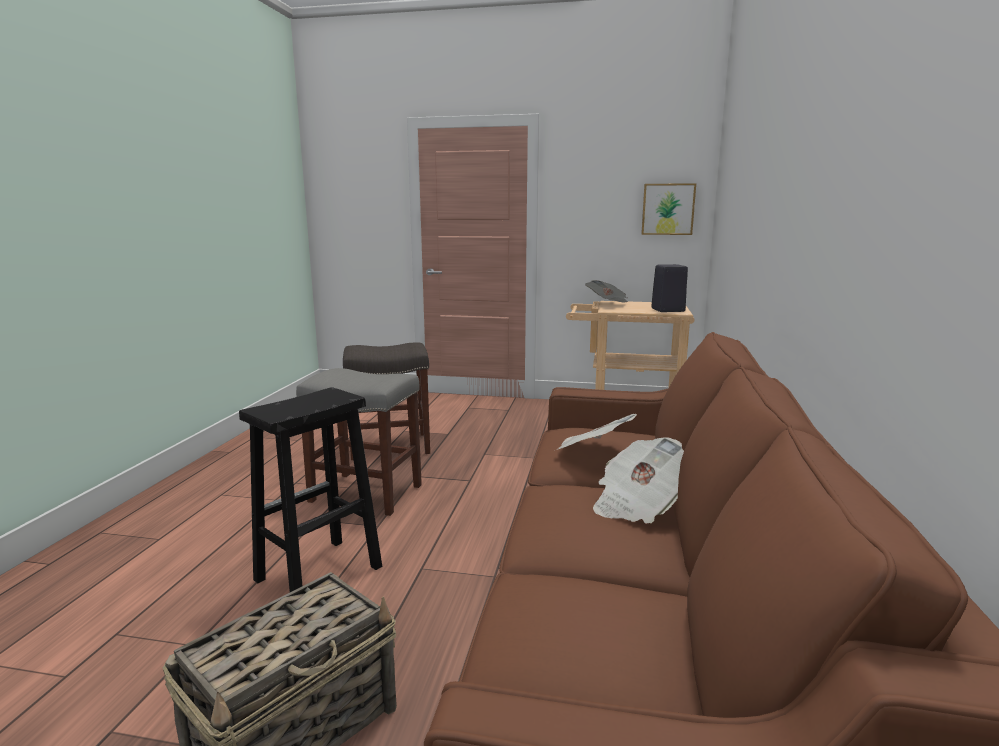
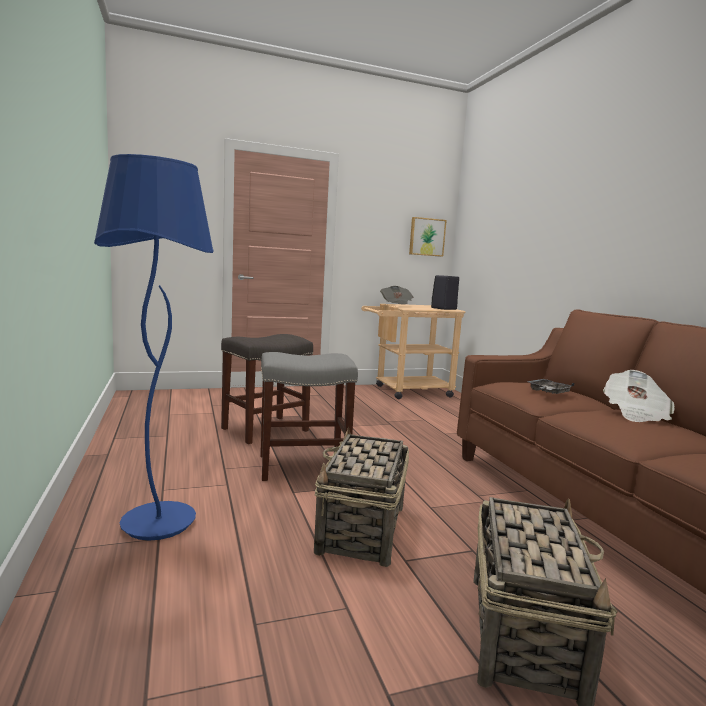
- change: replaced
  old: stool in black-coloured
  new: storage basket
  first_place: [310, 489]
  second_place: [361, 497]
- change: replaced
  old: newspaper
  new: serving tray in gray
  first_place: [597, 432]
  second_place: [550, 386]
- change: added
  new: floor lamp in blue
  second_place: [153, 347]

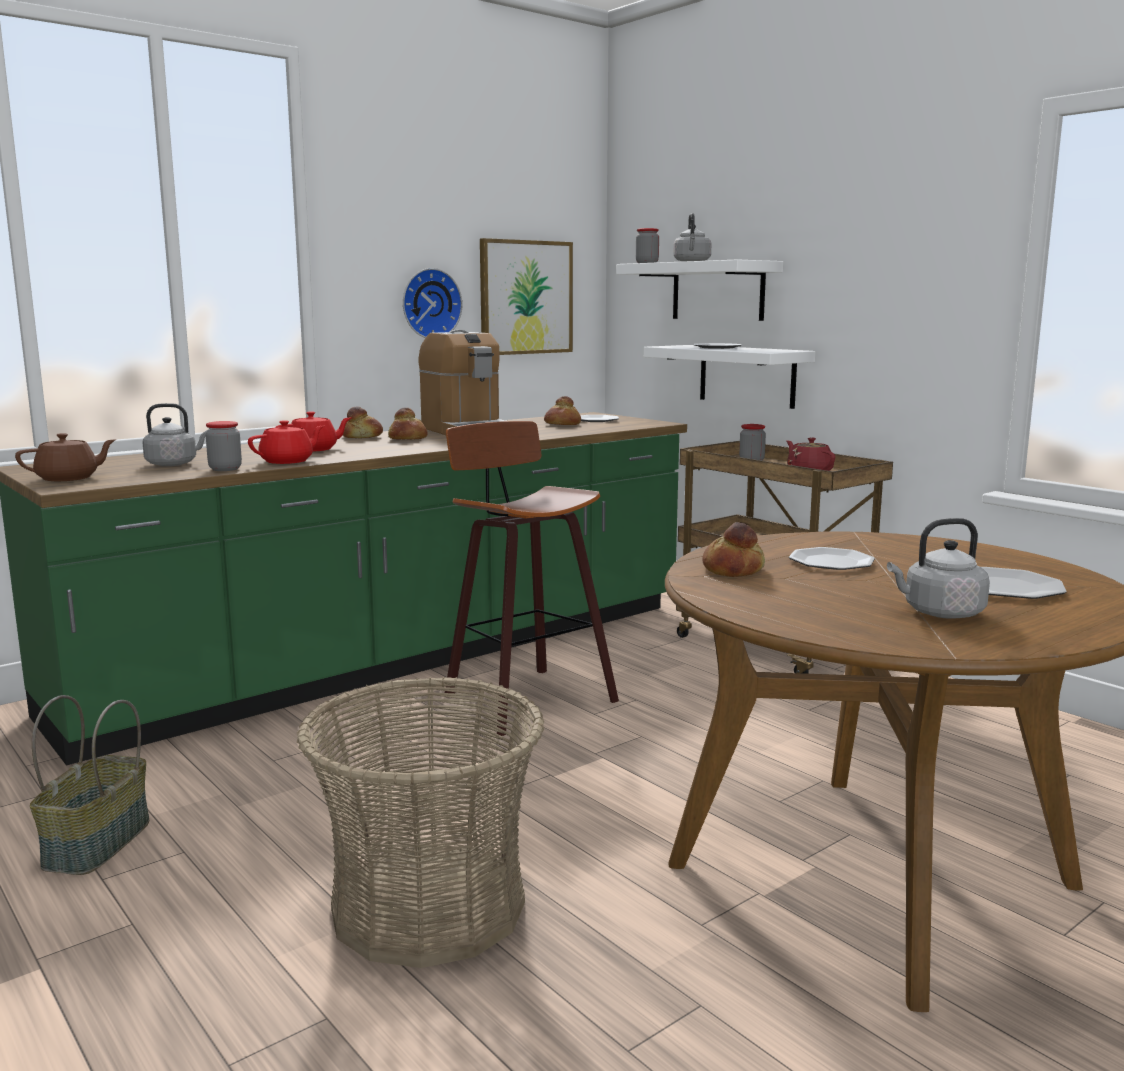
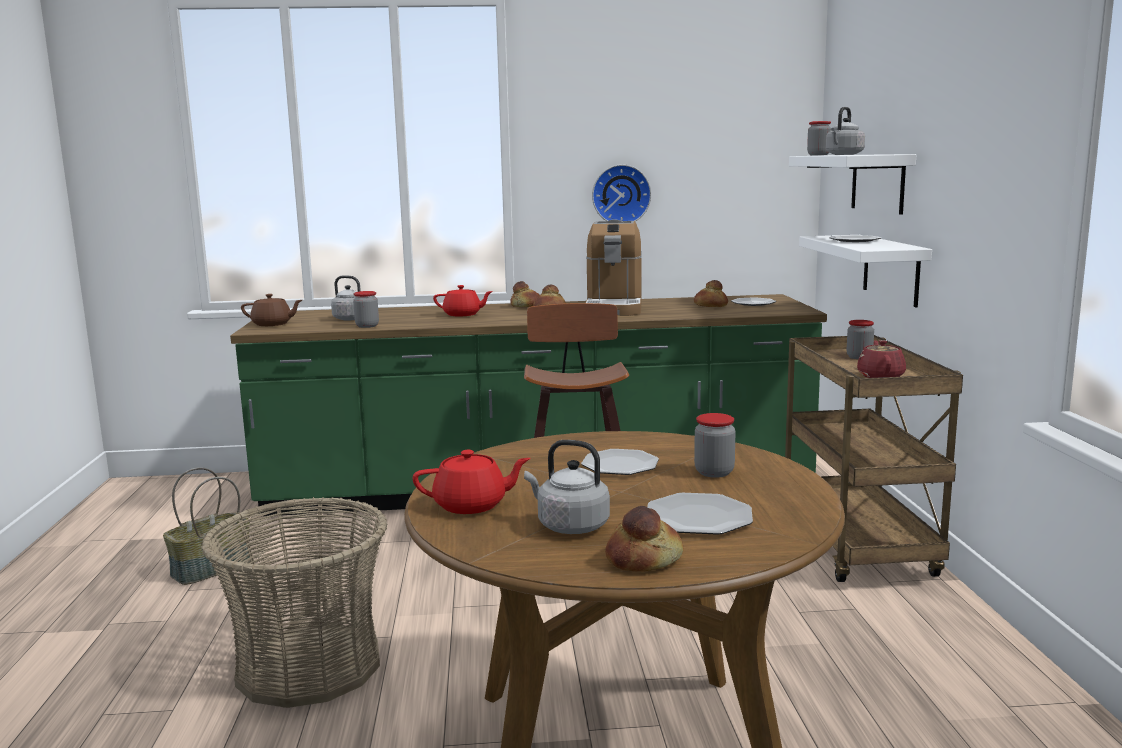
- change: moved
  old: pot for tea in red
  first_place: [286, 442]
  second_place: [471, 482]
- change: removed
  old: wall art
  first_place: [526, 296]
- change: moved
  old: bakery bread
  first_place: [733, 549]
  second_place: [644, 539]
- change: added
  new: preserve jar
  second_place: [715, 445]

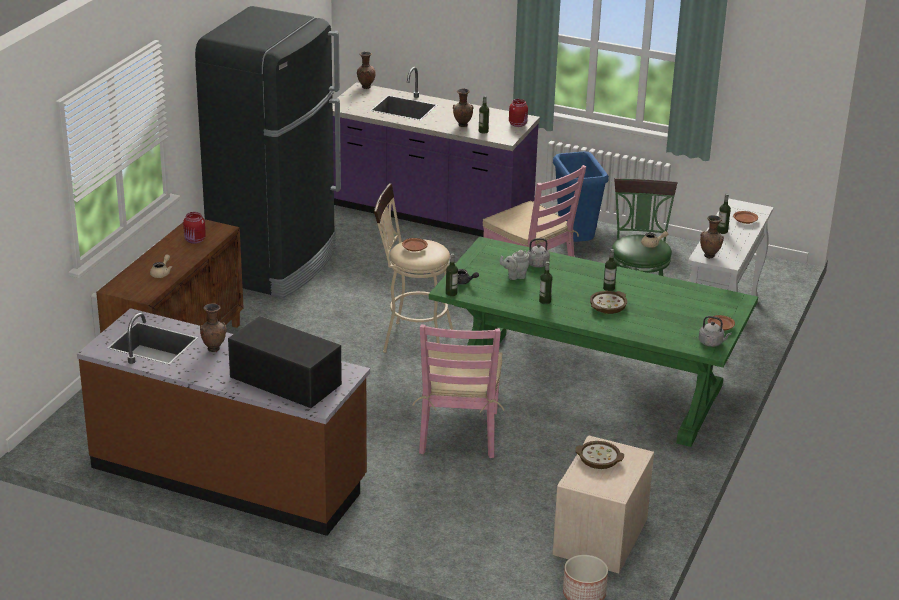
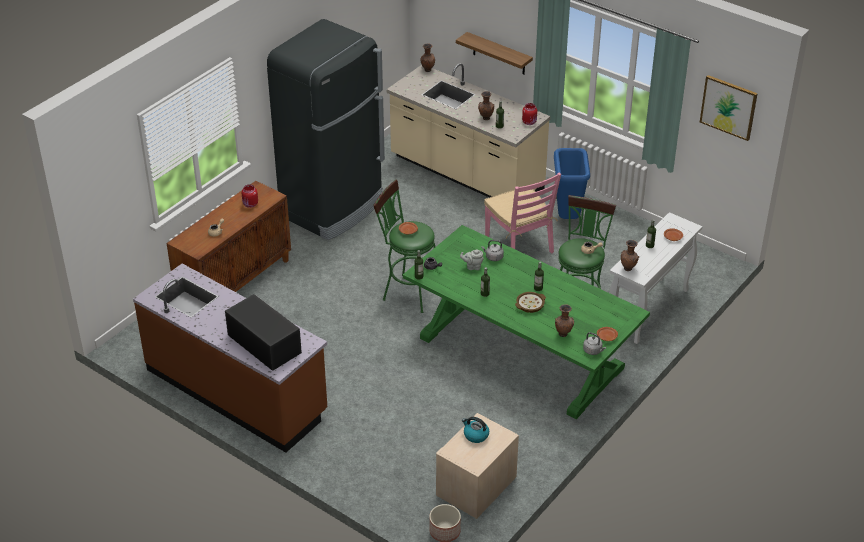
- change: moved
  old: vase in brown
  first_place: [213, 327]
  second_place: [564, 320]
- change: recoloured
  old: counter in purple
  new: counter in beige
  first_place: [436, 152]
  second_place: [468, 130]
- change: recoloured
  old: stool in beige
  new: stool in greenish
  first_place: [414, 268]
  second_place: [404, 246]
- change: removed
  old: chair in pink-coloured
  first_place: [458, 391]
- change: replaced
  old: deep dish
  new: water kettle
  first_place: [599, 455]
  second_place: [475, 430]
- change: added
  new: wall shelf
  second_place: [494, 53]
- change: added
  new: wall art
  second_place: [729, 108]

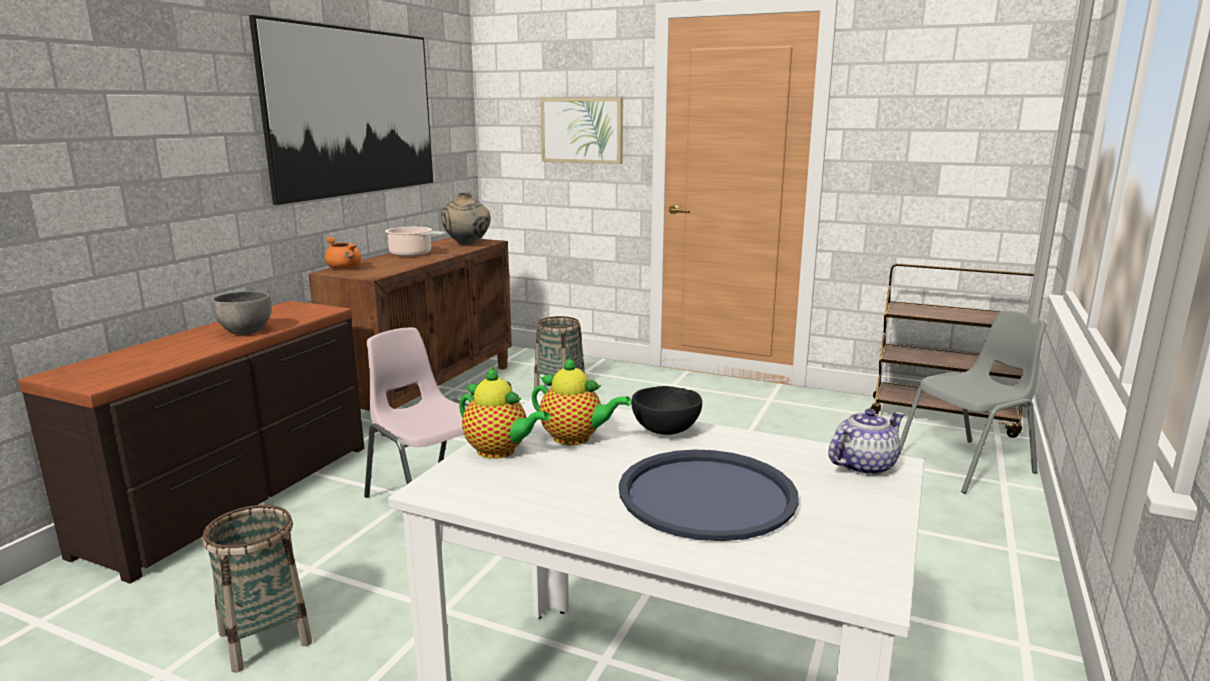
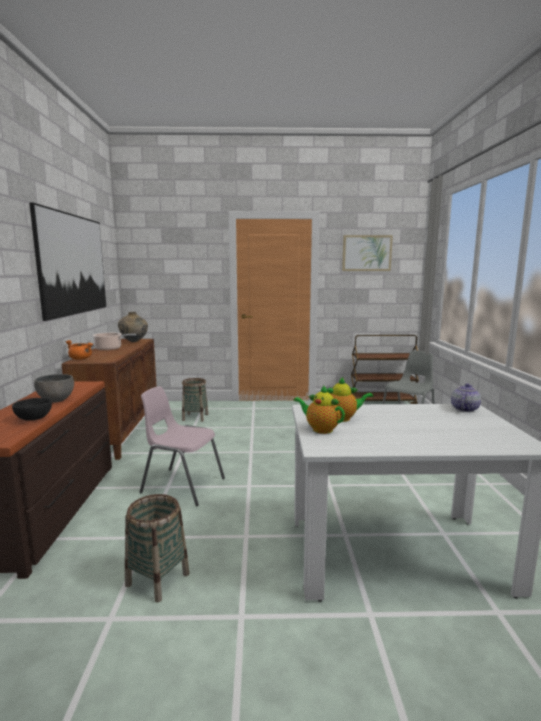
- change: turned
  old: pot for tea
  first_place: [504, 412]
  second_place: [319, 409]
  degrees: -150
- change: moved
  old: wall art
  first_place: [581, 130]
  second_place: [367, 253]
- change: removed
  old: serving tray in blue
  first_place: [709, 495]
- change: moved
  old: deep dish in black-coloured
  first_place: [666, 410]
  second_place: [32, 409]

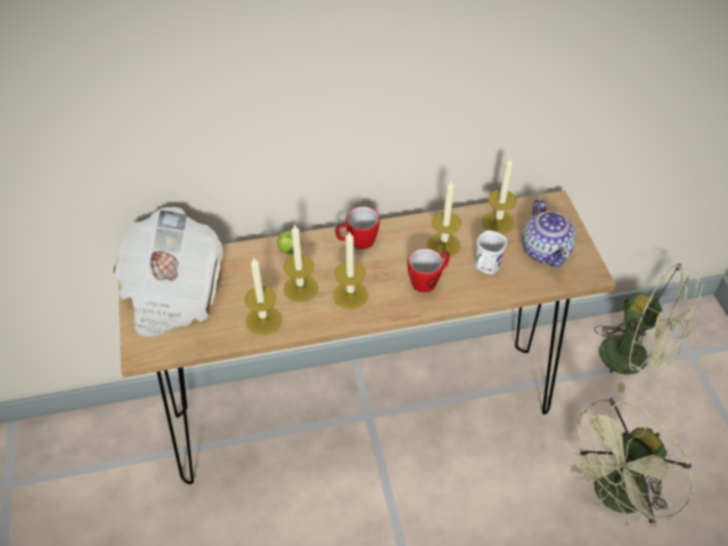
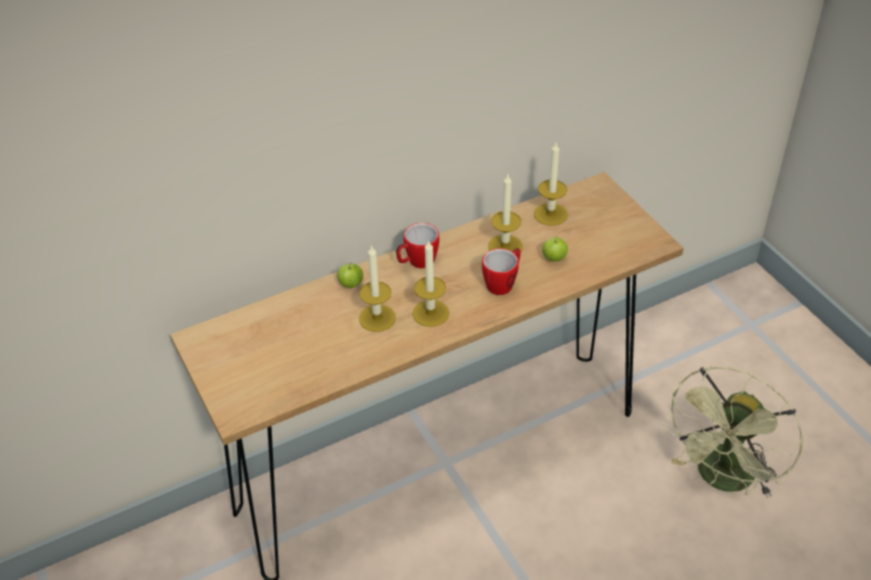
- change: removed
  old: newspaper
  first_place: [168, 272]
- change: removed
  old: wax candle
  first_place: [263, 296]
- change: replaced
  old: tea mug in white
  new: apple fruit
  first_place: [490, 252]
  second_place: [555, 248]
- change: removed
  old: pot for tea
  first_place: [549, 233]
- change: removed
  old: cooling fan in greenish
  first_place: [649, 328]

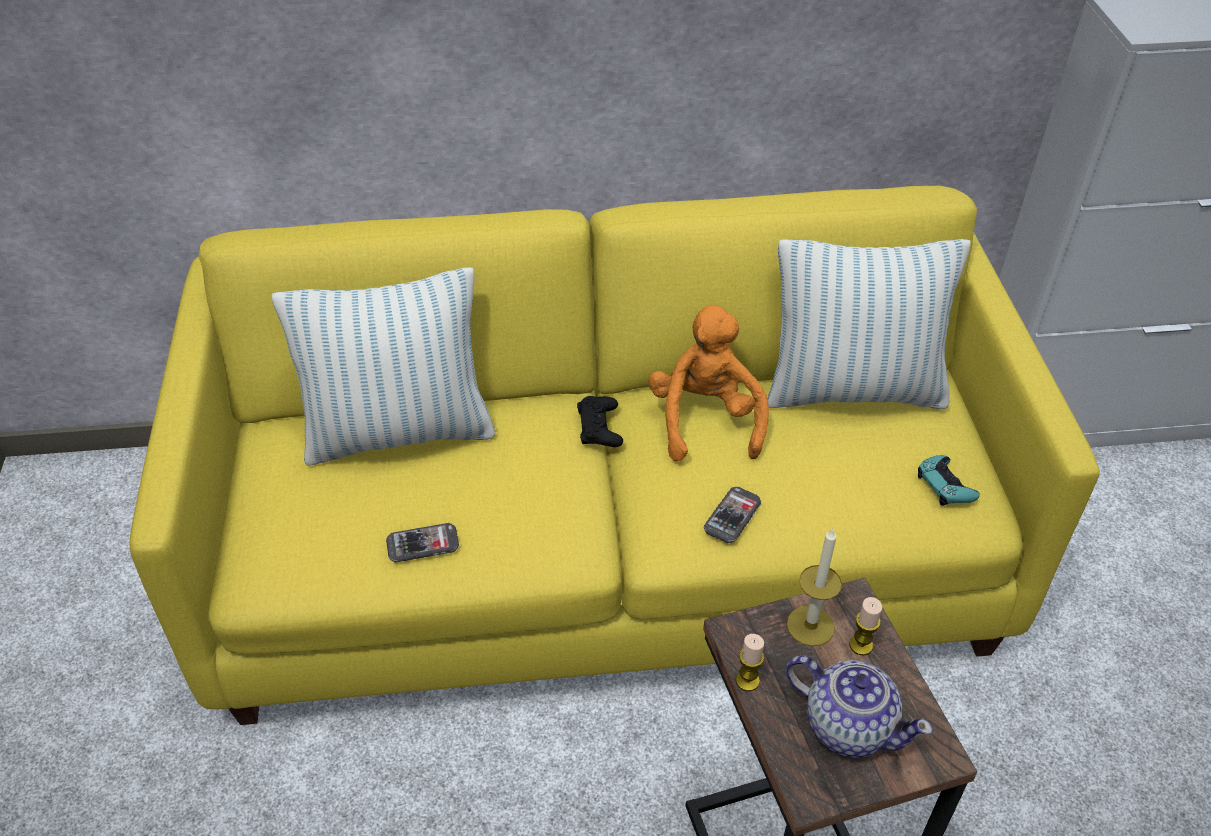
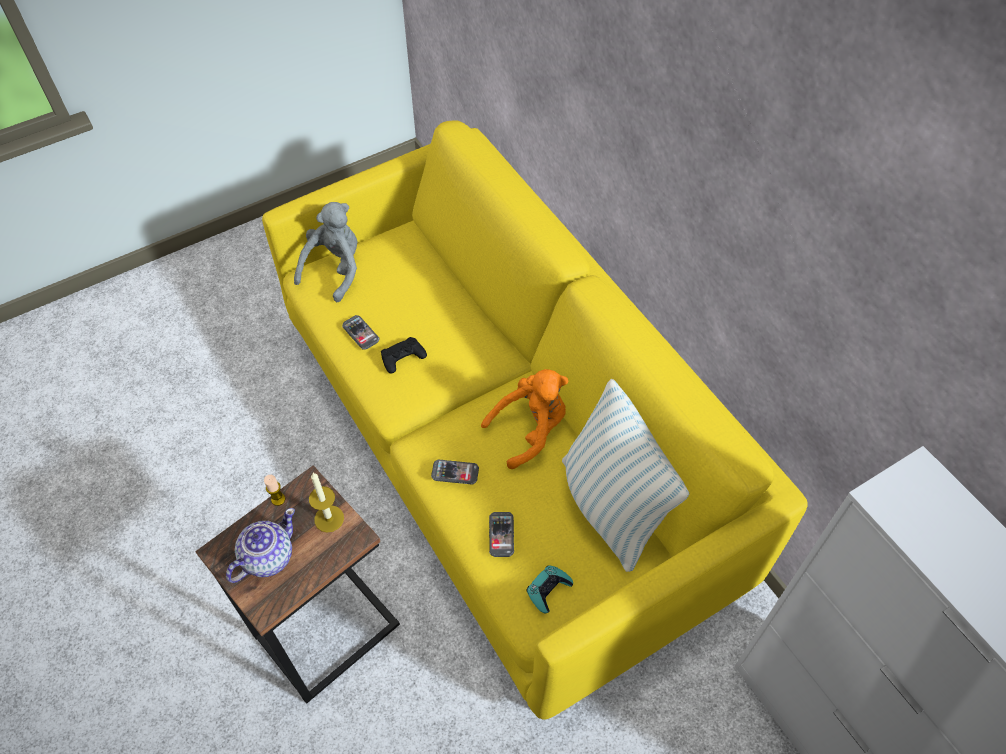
- change: removed
  old: throw pillow
  first_place: [383, 366]
- change: moved
  old: game controller in black-coloured
  first_place: [600, 421]
  second_place: [404, 355]
- change: turned
  old: pot for tea
  first_place: [859, 707]
  second_place: [260, 545]
  degrees: -150
- change: removed
  old: wax candle
  first_place: [865, 626]
- change: added
  new: soft toy in gray
  second_place: [325, 252]
- change: added
  new: telephone
  second_place: [501, 534]

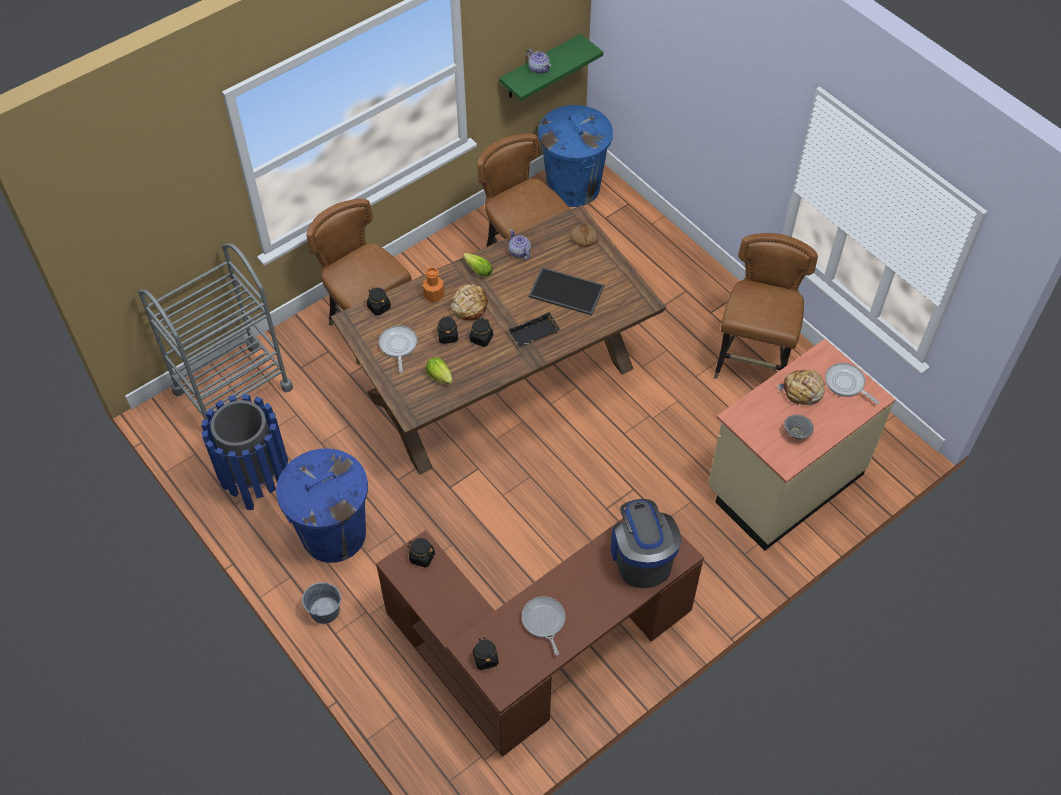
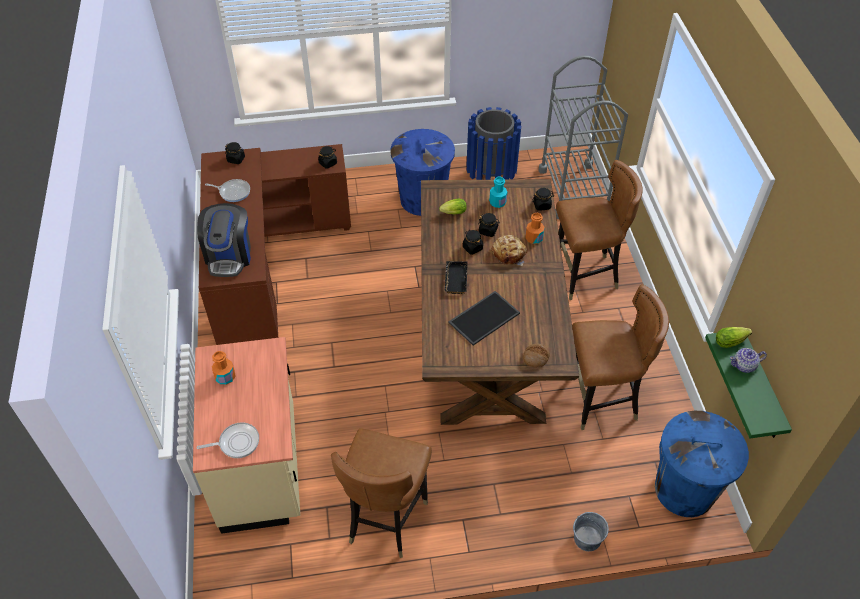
- change: moved
  old: pail in gray
  first_place: [321, 602]
  second_place: [591, 531]
- change: replaced
  old: skillet
  new: beverage bottle in turquoise
  first_place: [398, 349]
  second_place: [498, 192]
- change: moved
  old: head of lettuce
  first_place: [478, 265]
  second_place: [734, 337]
- change: removed
  old: pot for tea
  first_place: [520, 244]
- change: turned
  old: coffee maker
  first_place: [645, 543]
  second_place: [224, 240]
  degrees: 75
- change: turned
  old: chair in brown
  first_place: [766, 306]
  second_place: [381, 493]
  degrees: 60
- change: removed
  old: bakery bread
  first_place: [801, 388]
- change: replaced
  old: deep dish in gray
  new: beverage bottle in orange
  first_place: [799, 427]
  second_place: [224, 368]

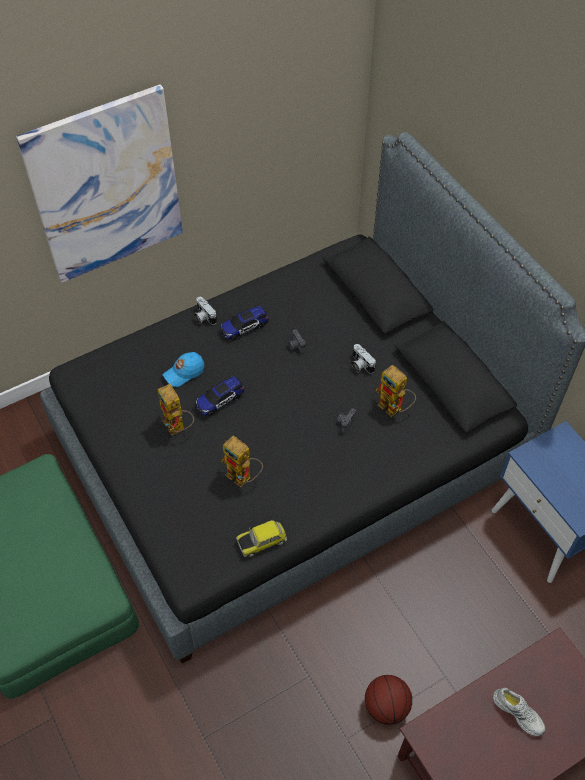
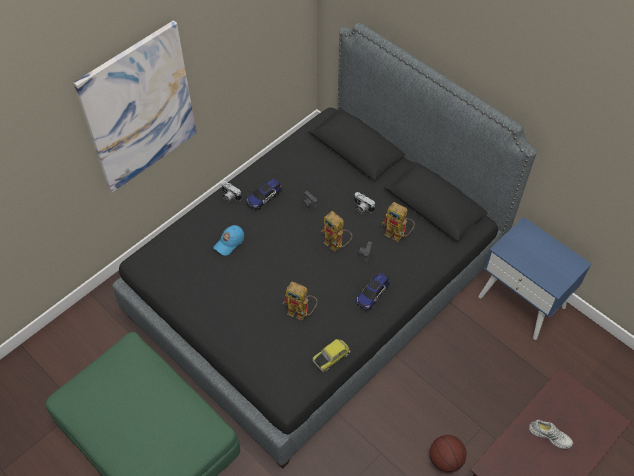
- change: moved
  old: toy robot
  first_place: [175, 410]
  second_place: [336, 231]
- change: moved
  old: model car
  first_place: [220, 396]
  second_place: [372, 292]

